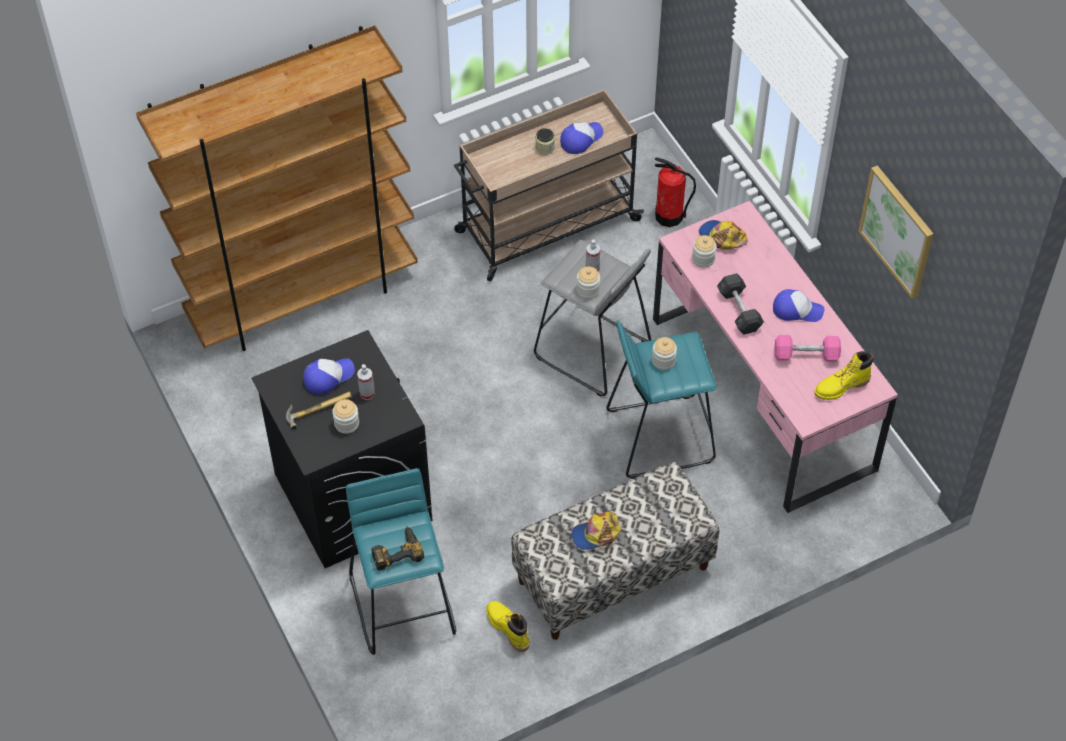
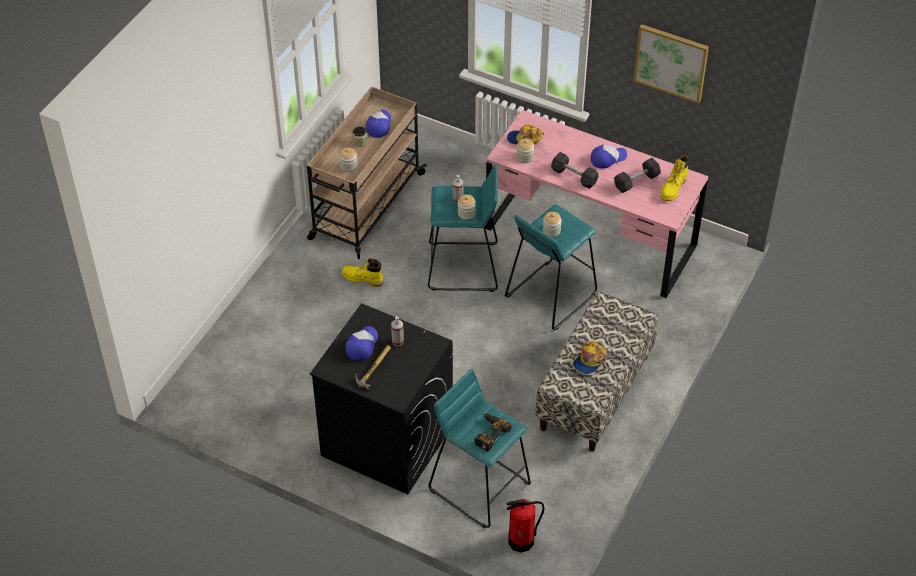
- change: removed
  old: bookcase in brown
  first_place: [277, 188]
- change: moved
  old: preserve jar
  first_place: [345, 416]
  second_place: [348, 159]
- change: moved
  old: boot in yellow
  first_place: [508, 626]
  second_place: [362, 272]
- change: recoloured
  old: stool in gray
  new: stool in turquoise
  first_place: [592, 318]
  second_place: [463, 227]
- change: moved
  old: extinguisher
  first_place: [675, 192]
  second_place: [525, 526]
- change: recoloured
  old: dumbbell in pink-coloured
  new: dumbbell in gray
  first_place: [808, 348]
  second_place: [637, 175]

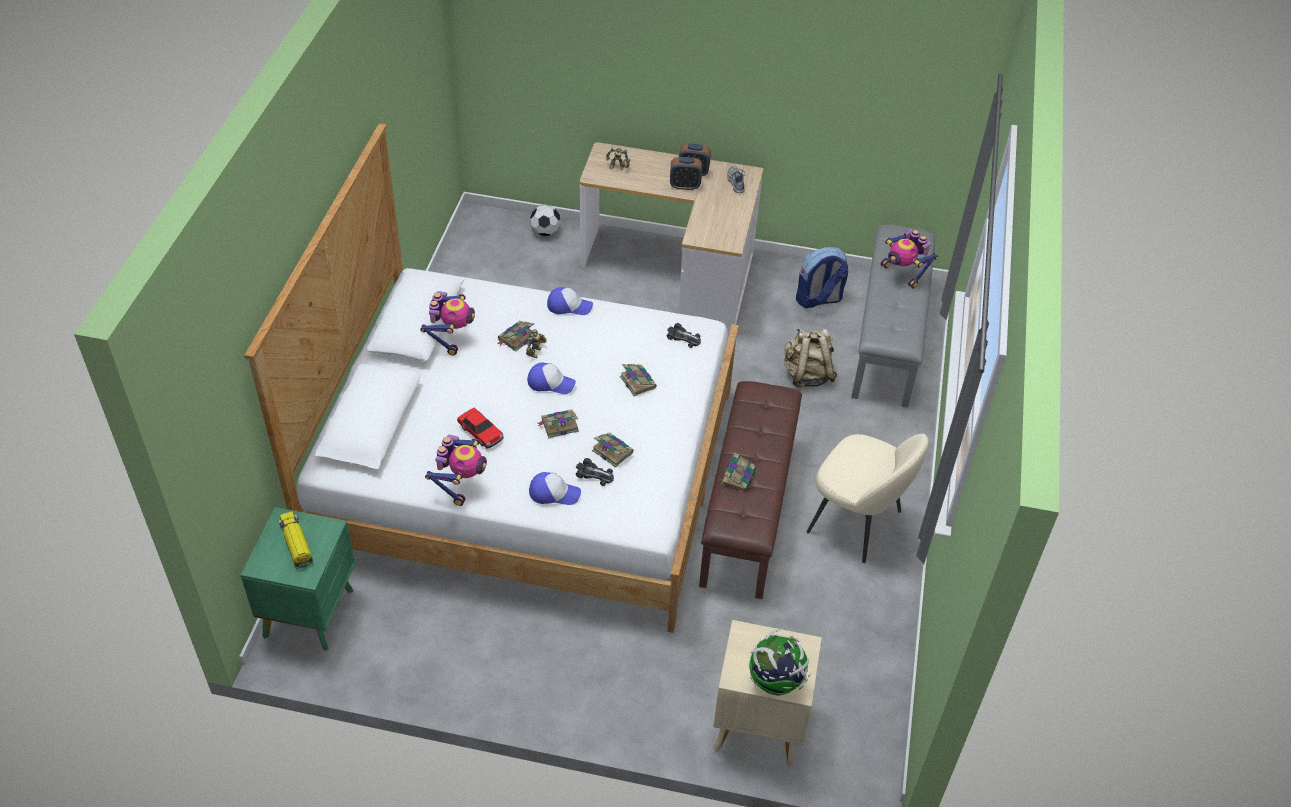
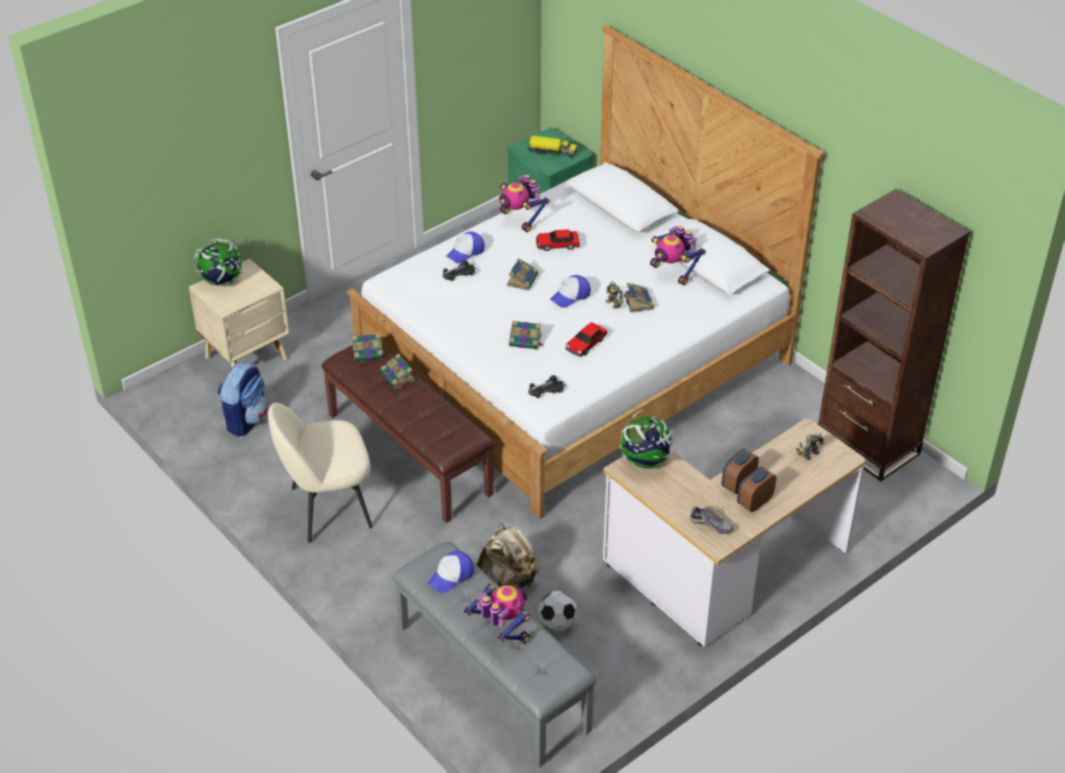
- change: moved
  old: football
  first_place: [545, 220]
  second_place: [557, 611]
- change: moved
  old: baseball cap
  first_place: [570, 301]
  second_place: [451, 572]
- change: moved
  old: book
  first_place: [613, 450]
  second_place: [369, 347]
- change: moved
  old: rucksack
  first_place: [822, 277]
  second_place: [243, 399]
- change: turned
  old: toy robot
  first_place: [909, 259]
  second_place: [497, 614]
  degrees: 45
- change: added
  new: model car
  second_place: [586, 339]
- change: added
  new: globe
  second_place: [647, 439]
- change: added
  new: bookcase in brown
  second_place: [894, 335]

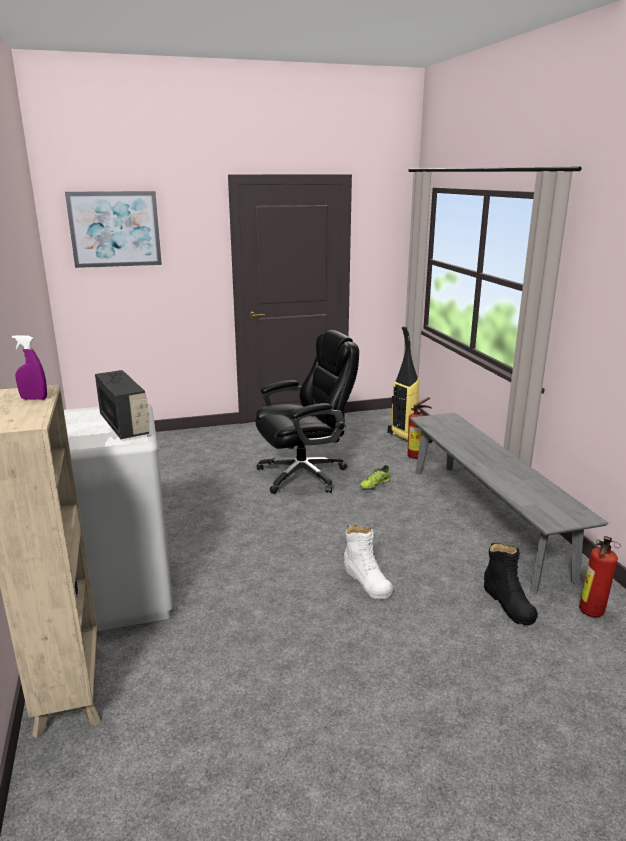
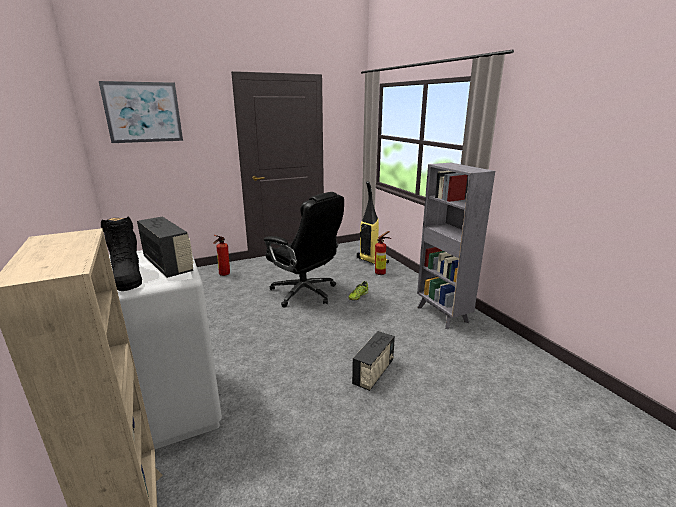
- change: removed
  old: hand sprayer in purple
  first_place: [29, 367]
- change: turned
  old: office chair in black-coloured
  first_place: [307, 412]
  second_place: [304, 250]
  degrees: 75
- change: replaced
  old: boot in white
  new: radio receiver
  first_place: [368, 562]
  second_place: [373, 361]
- change: replaced
  old: long seat in gray
  new: bookcase in gray
  first_place: [509, 503]
  second_place: [456, 246]
- change: moved
  old: boot in black-coloured
  first_place: [511, 584]
  second_place: [121, 254]
- change: moved
  old: extinguisher
  first_place: [600, 576]
  second_place: [222, 255]

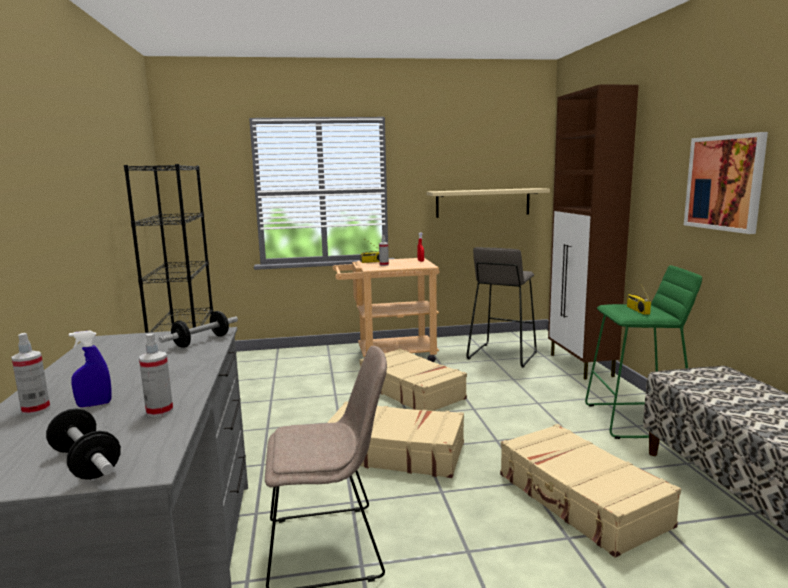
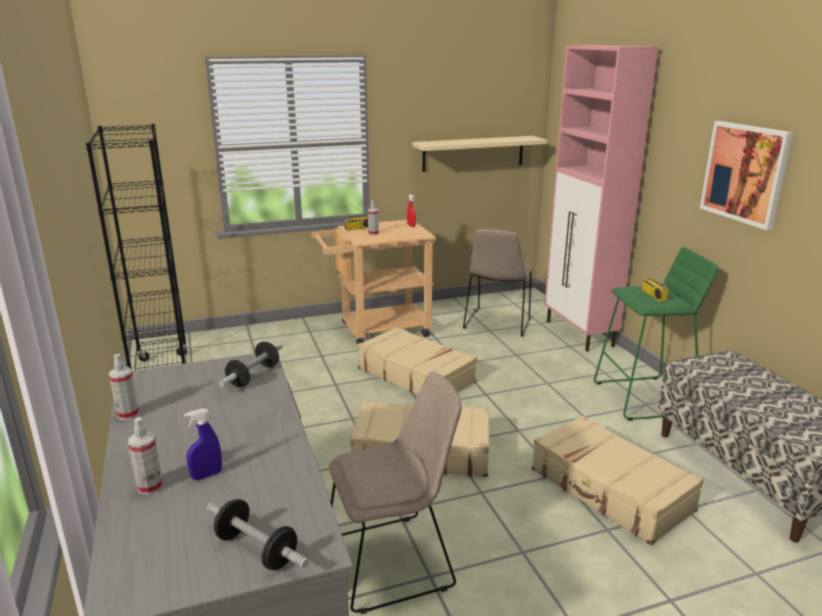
- change: moved
  old: hand sprayer
  first_place: [156, 375]
  second_place: [124, 387]
- change: replaced
  old: stool in gray
  new: chair in beige
  first_place: [501, 307]
  second_place: [497, 283]
- change: recoloured
  old: storage cabinet in brown
  new: storage cabinet in pink-coloured
  first_place: [593, 232]
  second_place: [601, 198]

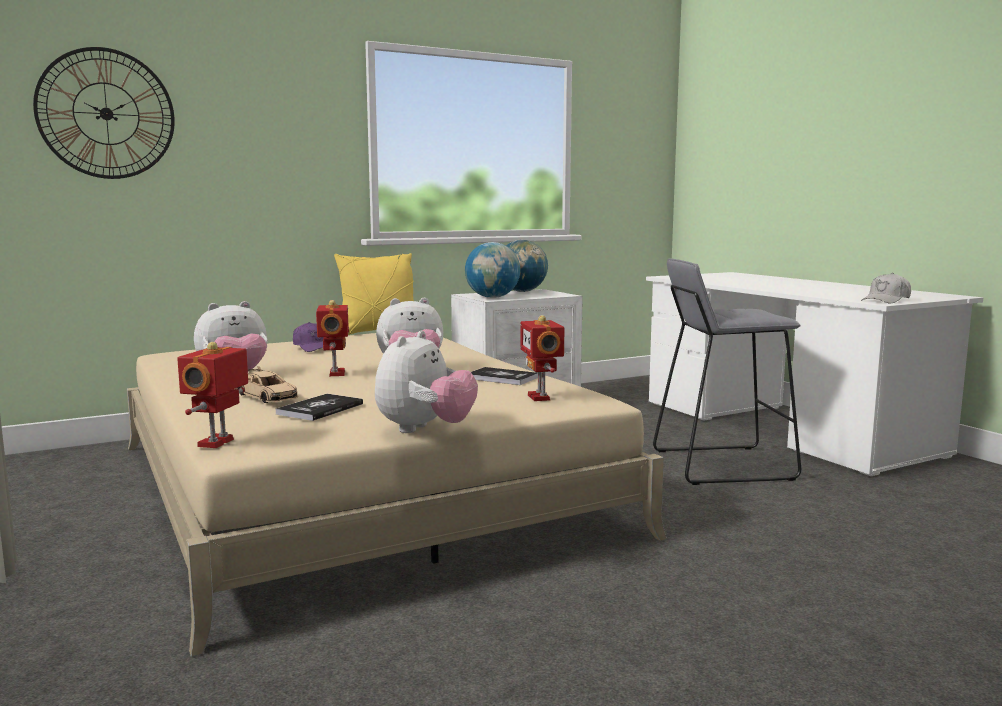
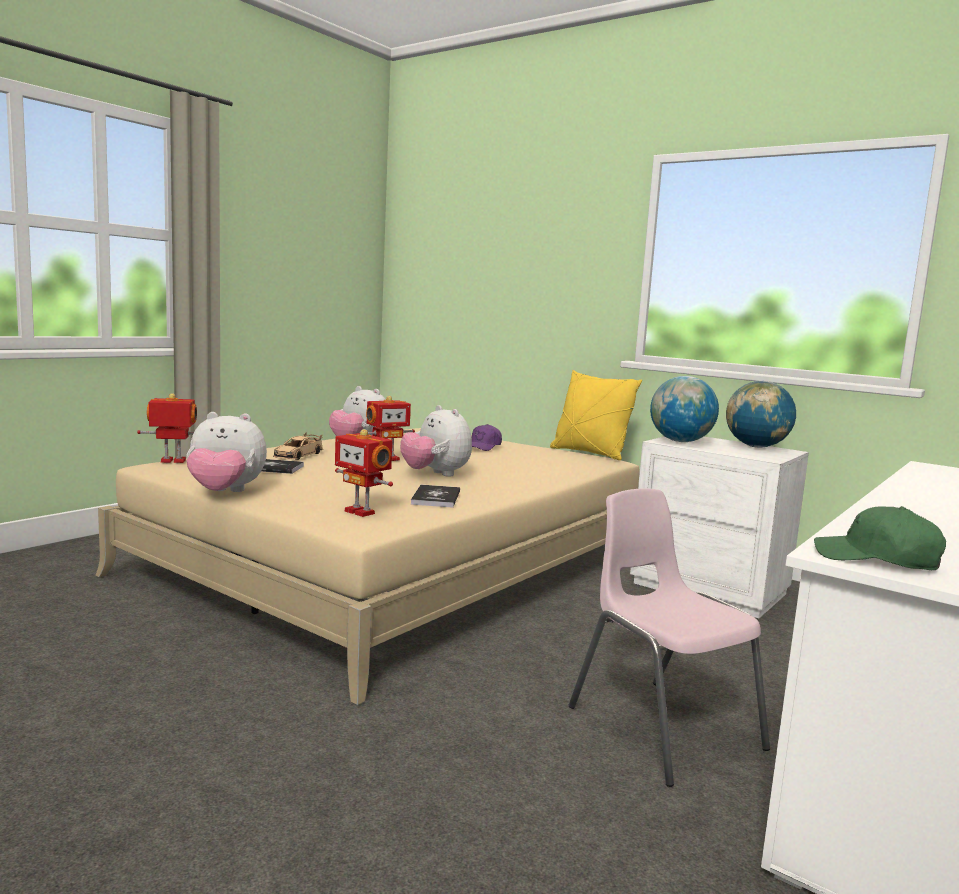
- change: removed
  old: hanging clock
  first_place: [104, 113]
- change: turned
  old: toy robot
  first_place: [542, 358]
  second_place: [364, 473]
  degrees: -105
- change: replaced
  old: stool in gray
  new: chair in pink-coloured
  first_place: [727, 371]
  second_place: [669, 637]
- change: recoloured
  old: baseball cap in white
  new: baseball cap in greenish
  first_place: [886, 288]
  second_place: [880, 538]

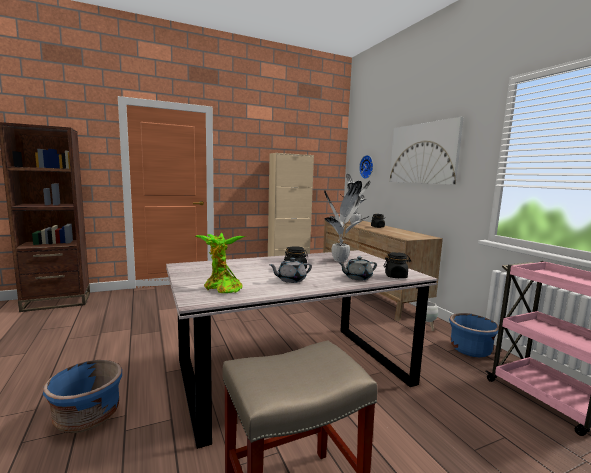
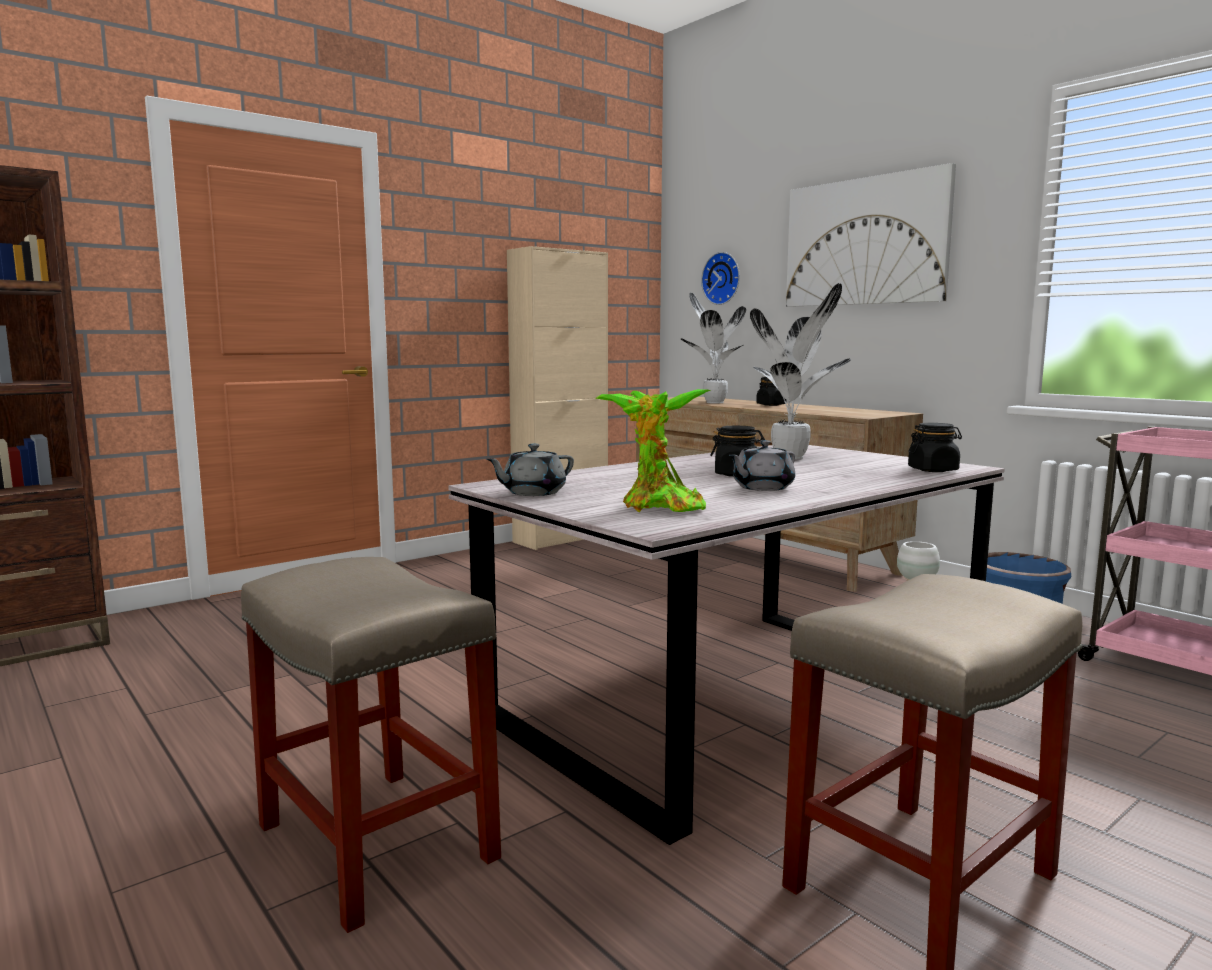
- change: replaced
  old: plant pot in blue
  new: stool in beige
  first_place: [82, 396]
  second_place: [371, 745]
- change: moved
  old: pot for tea in gray
  first_place: [358, 268]
  second_place: [530, 470]

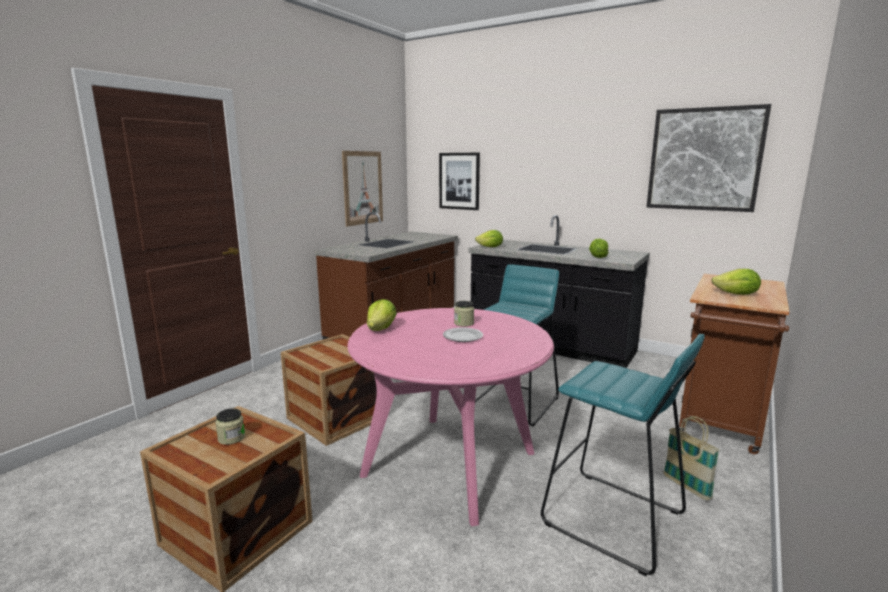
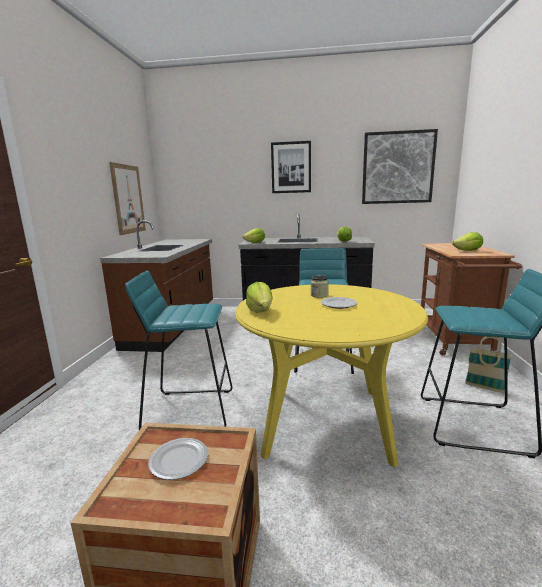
- change: replaced
  old: preserve jar
  new: plate
  first_place: [230, 426]
  second_place: [178, 459]
- change: replaced
  old: crate
  new: stool in turquoise
  first_place: [329, 390]
  second_place: [178, 350]
- change: recoloured
  old: dining table in pink-coloured
  new: dining table in yellow
  first_place: [450, 417]
  second_place: [331, 375]
- change: moved
  old: wall art
  first_place: [459, 181]
  second_place: [291, 167]

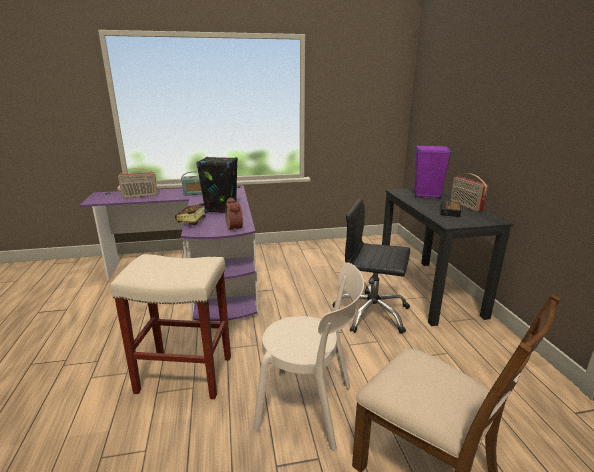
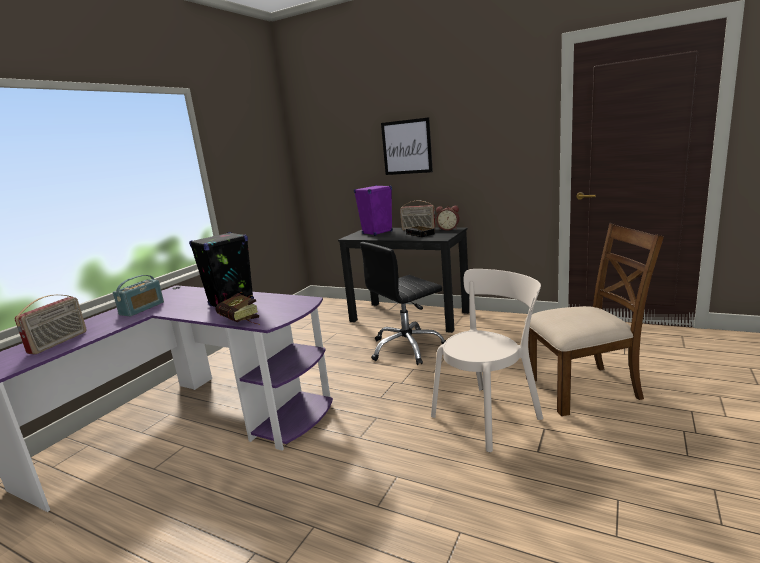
- change: removed
  old: stool in beige
  first_place: [170, 326]
- change: moved
  old: alarm clock
  first_place: [234, 214]
  second_place: [447, 218]
- change: added
  new: wall art
  second_place: [407, 146]

